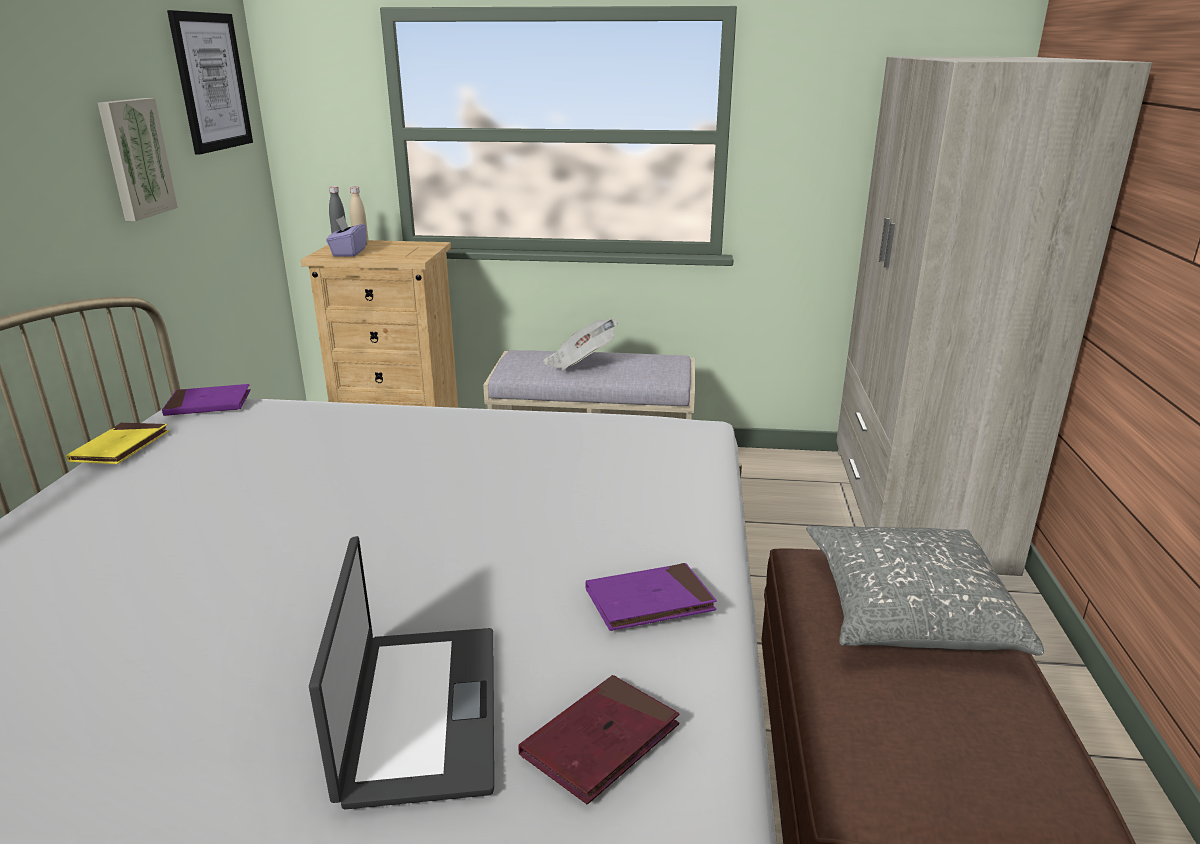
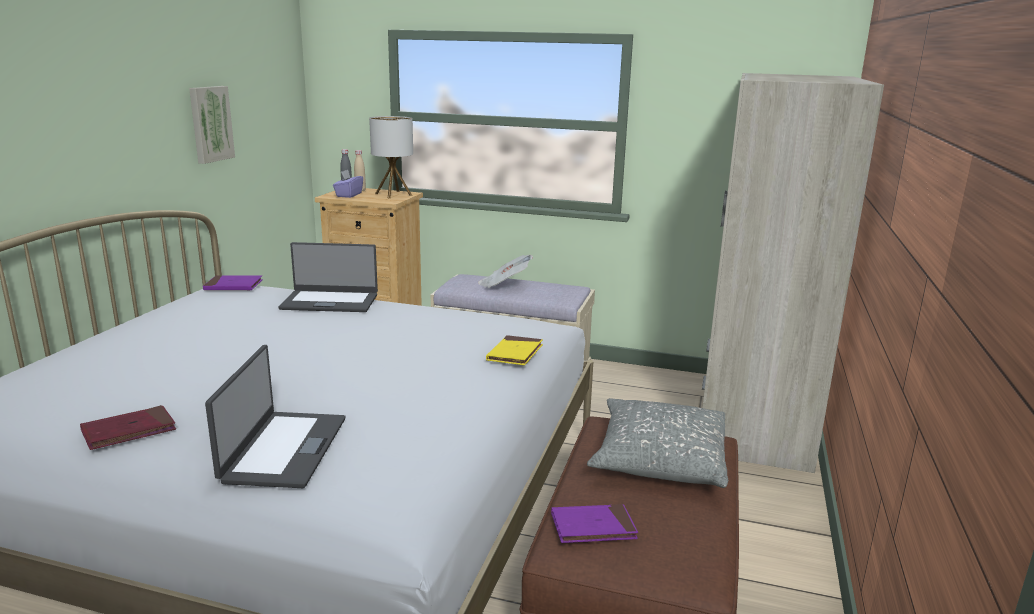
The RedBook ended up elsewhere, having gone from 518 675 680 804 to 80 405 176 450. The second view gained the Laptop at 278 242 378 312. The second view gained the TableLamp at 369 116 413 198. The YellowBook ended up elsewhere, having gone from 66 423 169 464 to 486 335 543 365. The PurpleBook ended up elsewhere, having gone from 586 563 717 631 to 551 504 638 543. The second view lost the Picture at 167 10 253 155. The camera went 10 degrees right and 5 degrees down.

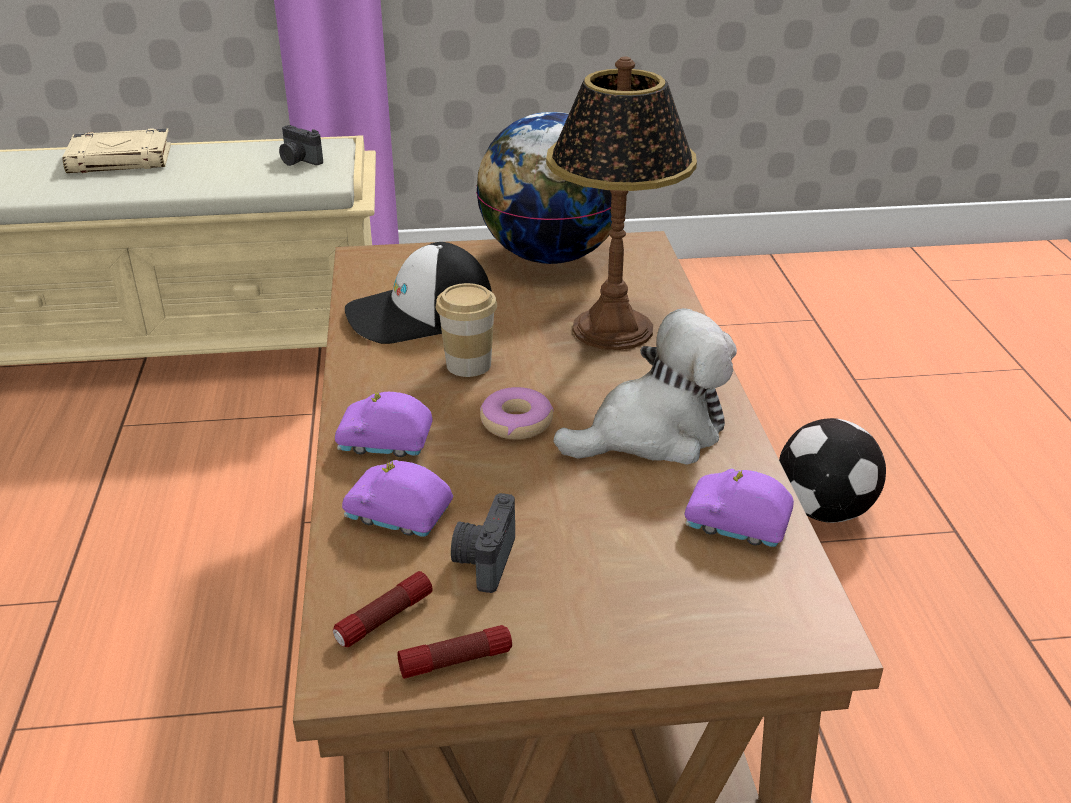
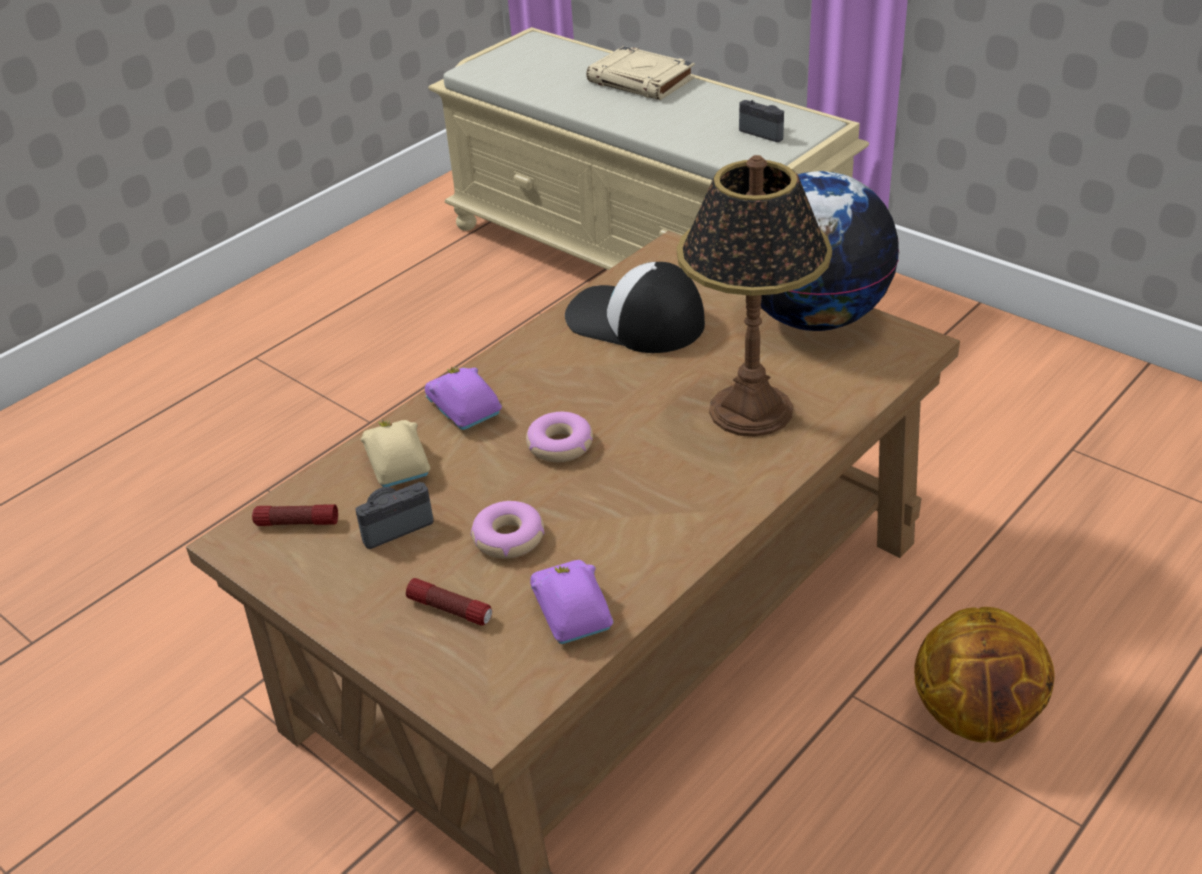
What was the PurpleToyCar at 342 460 453 537 turned into the BeigeToyCar at 361 420 430 487. The Flashlight ended up elsewhere, having gone from 397 625 512 679 to 406 578 492 626. The second view gained the Donut at 471 501 545 559. The PhotoCamera at 279 125 323 166 ended up facing another way, 135 degrees clockwise from before. Where the Football stood at 779 418 886 523, the Basketball came to stand at 914 607 1055 743. The second view lost the Cup at 436 283 497 377. The second view lost the PlushToy at 553 308 737 465. The camera went 50 degrees right and 5 degrees up.

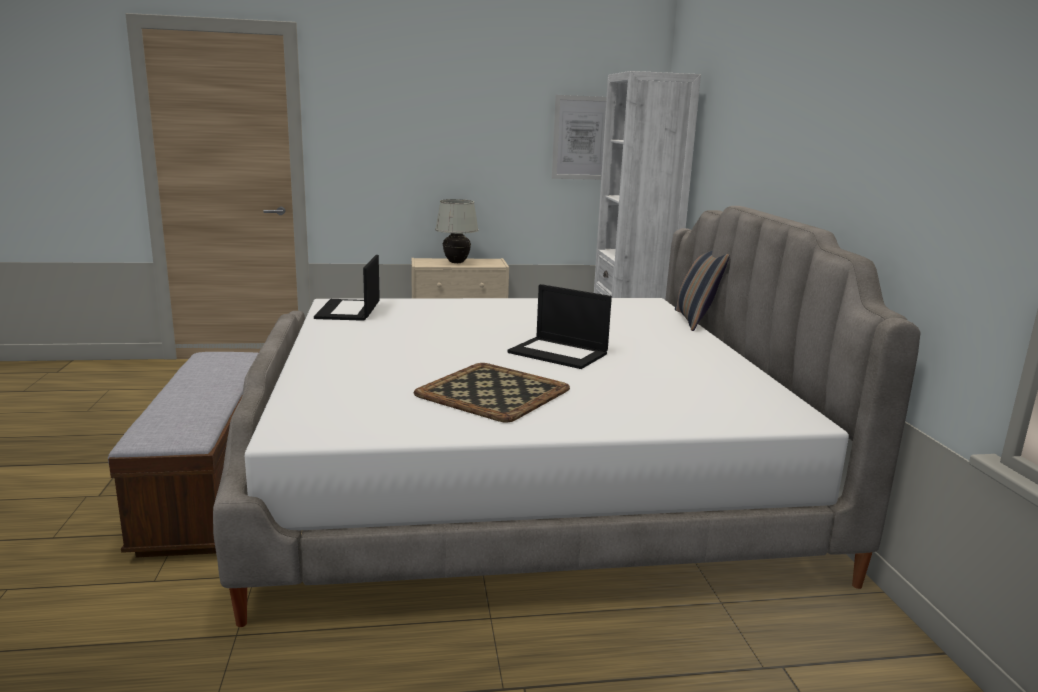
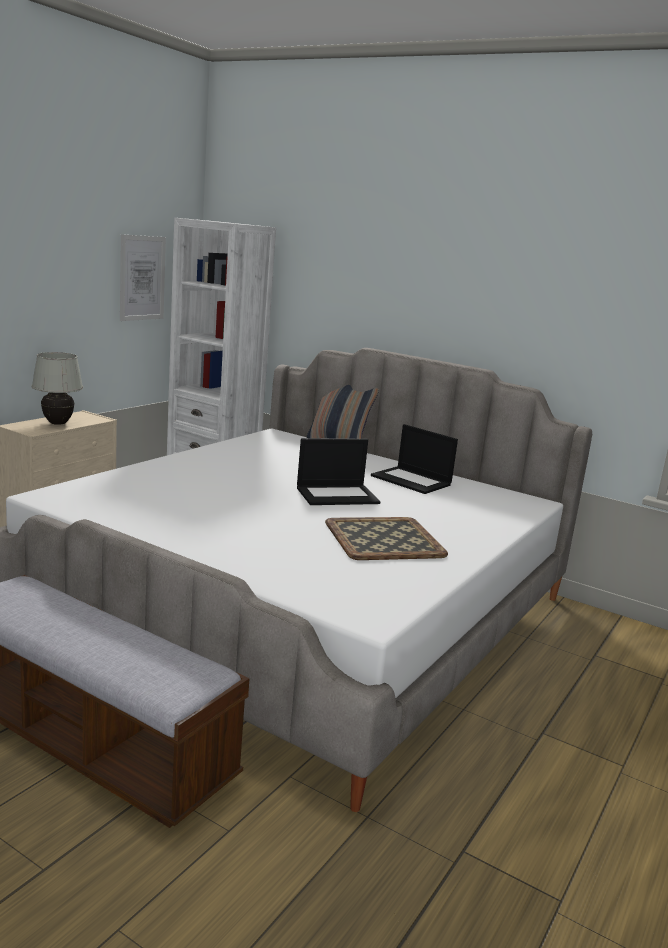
The Laptop ended up elsewhere, having gone from 314 255 380 321 to 371 424 458 494. The camera went 50 degrees left and 0 degrees up.

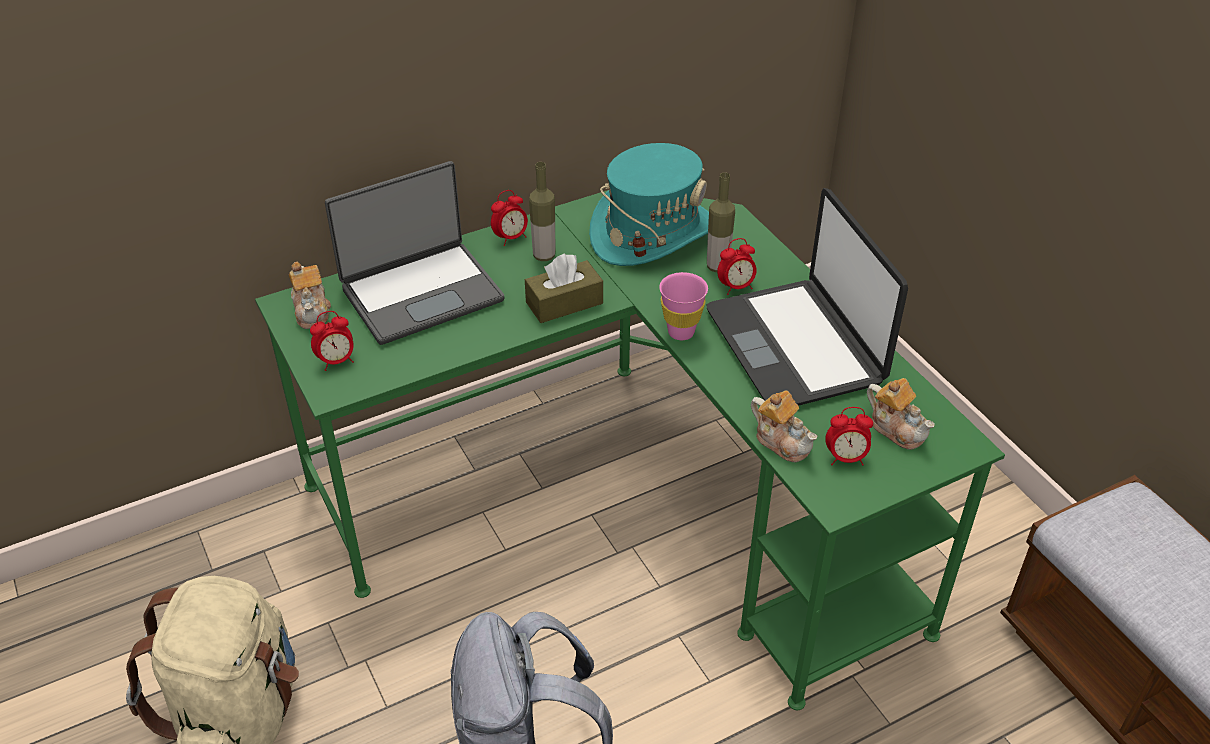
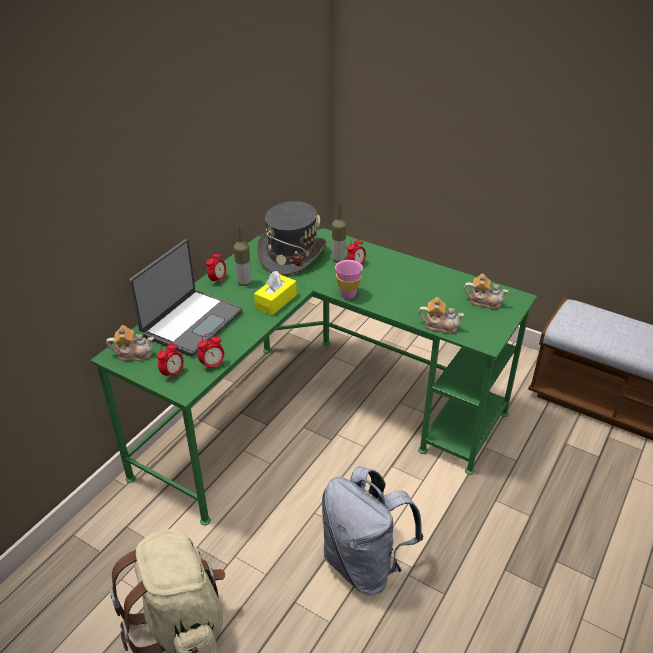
The Teapot at 289 262 331 329 ended up facing another way, 45 degrees counterclockwise from before. The AlarmClock ended up elsewhere, having gone from 825 407 873 466 to 197 333 224 370. What was the BrownTissueBox at 525 254 603 323 turned into the YellowTissueBox at 254 271 297 315. What was the TurquoiseHat at 589 143 709 266 turned into the GreyHat at 257 201 327 276. The second view lost the Laptop at 707 188 908 406. The camera went 30 degrees left and 5 degrees down.

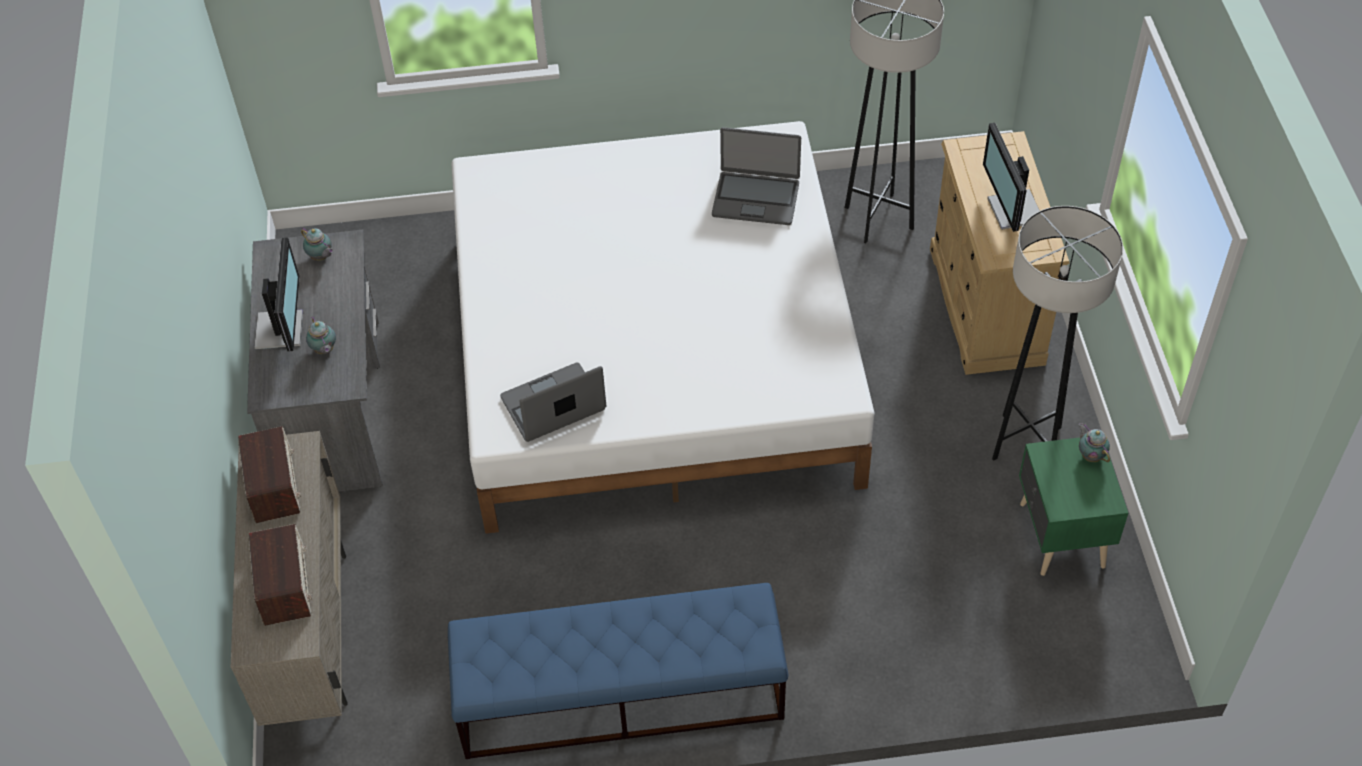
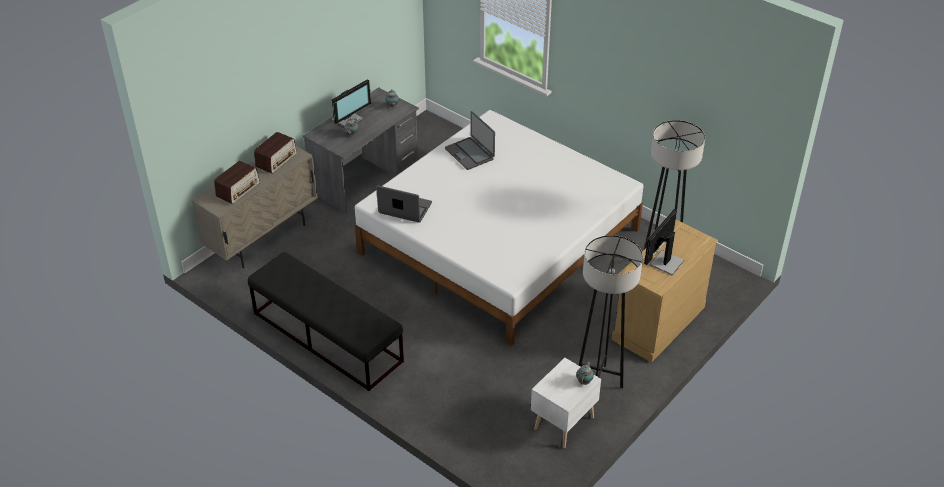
What was the BlueBench at 448 583 789 759 turned into the BlackBench at 248 252 404 391. The Laptop ended up elsewhere, having gone from 712 127 801 225 to 445 111 495 170. What was the GreenNightstand at 1019 438 1128 576 turned into the WhiteNightstand at 531 358 601 448. The camera went 45 degrees right and 10 degrees down.

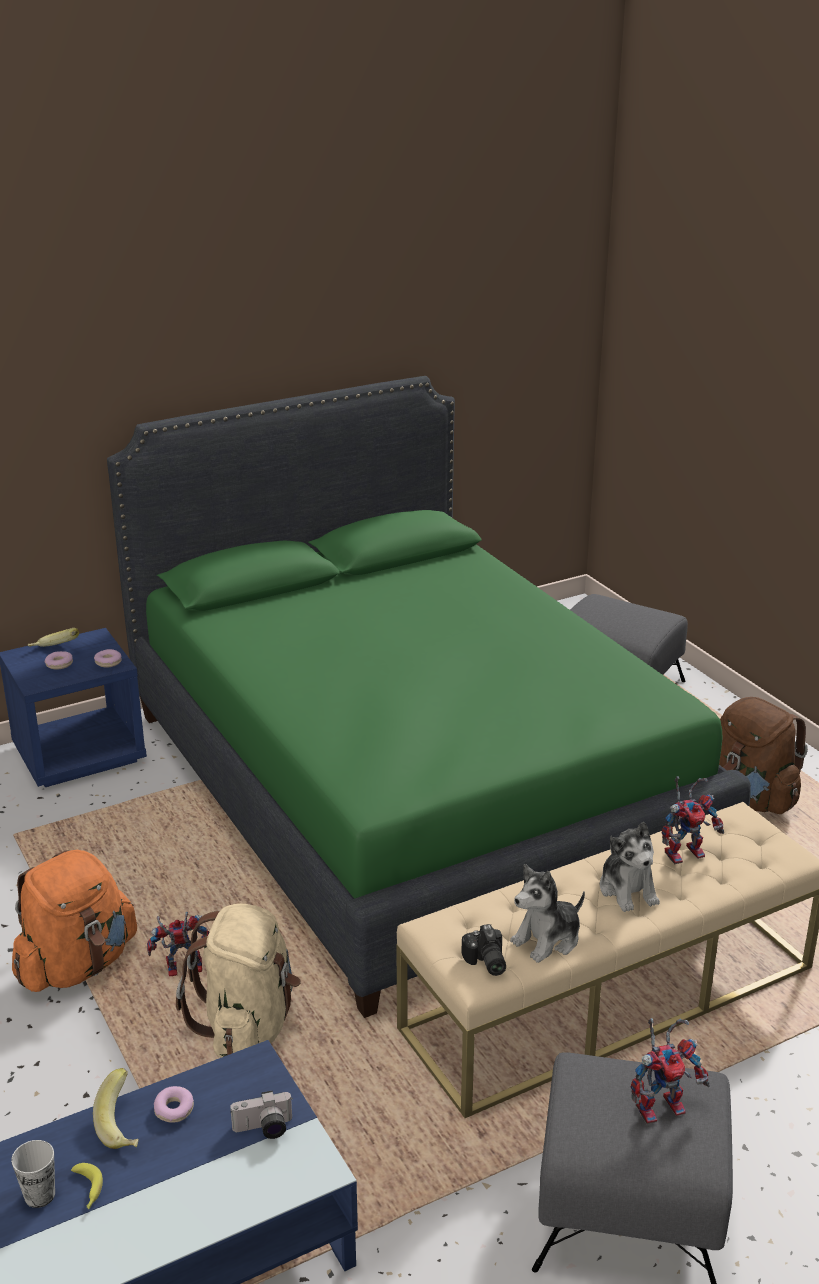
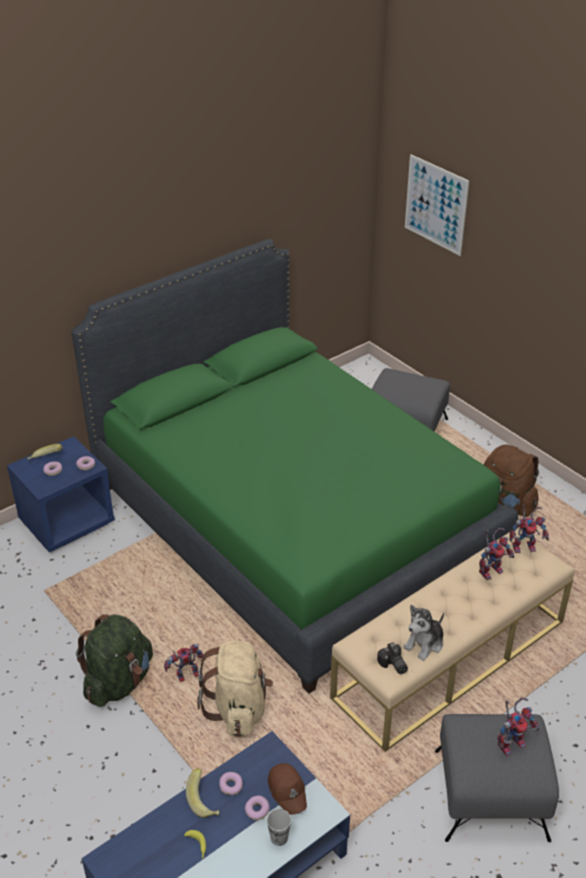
What was the OrangeBackpack at 12 850 137 992 turned into the GreenBackpack at 76 614 153 707. The second view gained the Donut at 245 795 269 820. The Cup ended up elsewhere, having gone from 11 1140 55 1208 to 267 809 291 846. Where the PhotoCamera stood at 230 1091 292 1139, the BrownCap came to stand at 268 763 307 815. The second view gained the Picture at 405 155 469 256. The second view gained the ToyRobot at 509 504 549 553. The second view lost the PlushToy at 600 822 660 912. The camera went 10 degrees left and 10 degrees up.

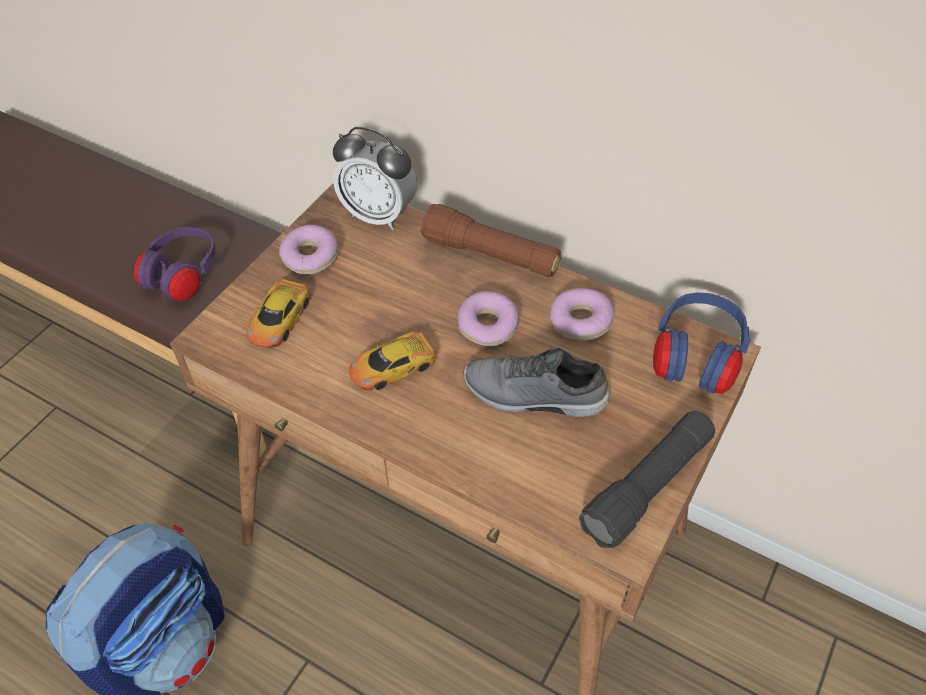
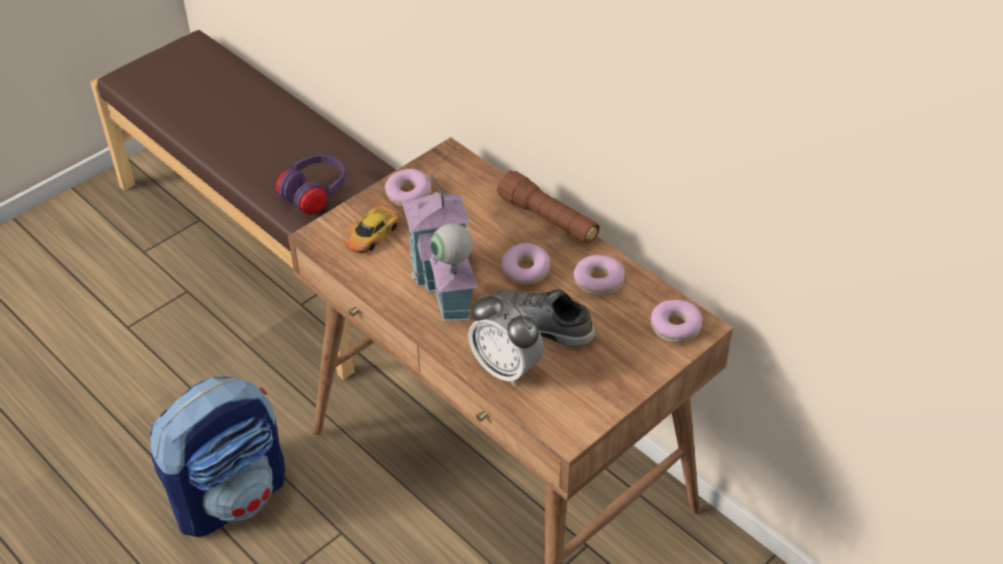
Where the ToyCar stood at 349 325 437 391, the ToyHouse came to stand at 402 168 478 321. The AlarmClock ended up elsewhere, having gone from 333 127 417 230 to 468 294 544 386. Where the BlueHeadphones stood at 653 292 751 394, the Donut came to stand at 651 300 702 343. The second view lost the BlackFlashlight at 579 411 715 548. The camera went 15 degrees right and 5 degrees down.

